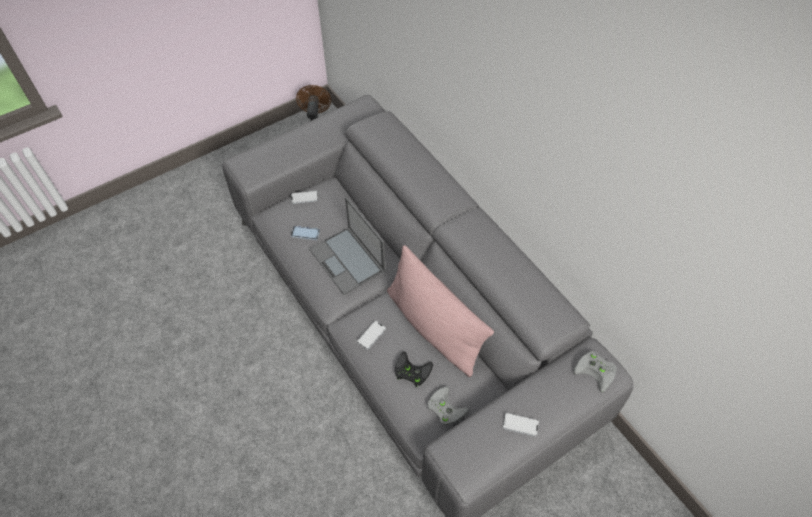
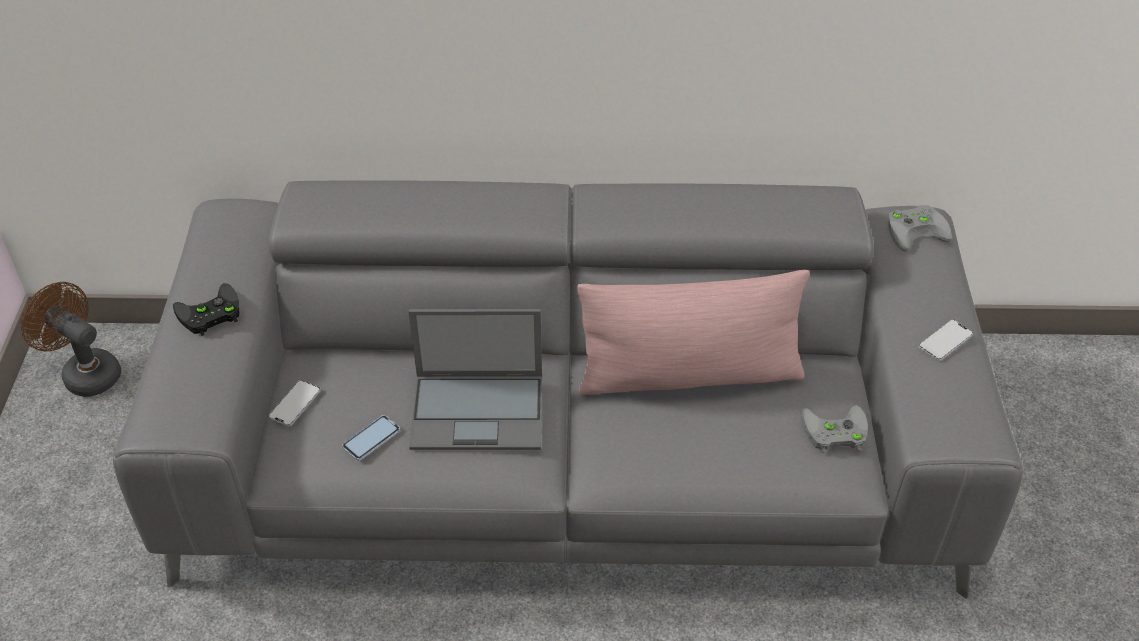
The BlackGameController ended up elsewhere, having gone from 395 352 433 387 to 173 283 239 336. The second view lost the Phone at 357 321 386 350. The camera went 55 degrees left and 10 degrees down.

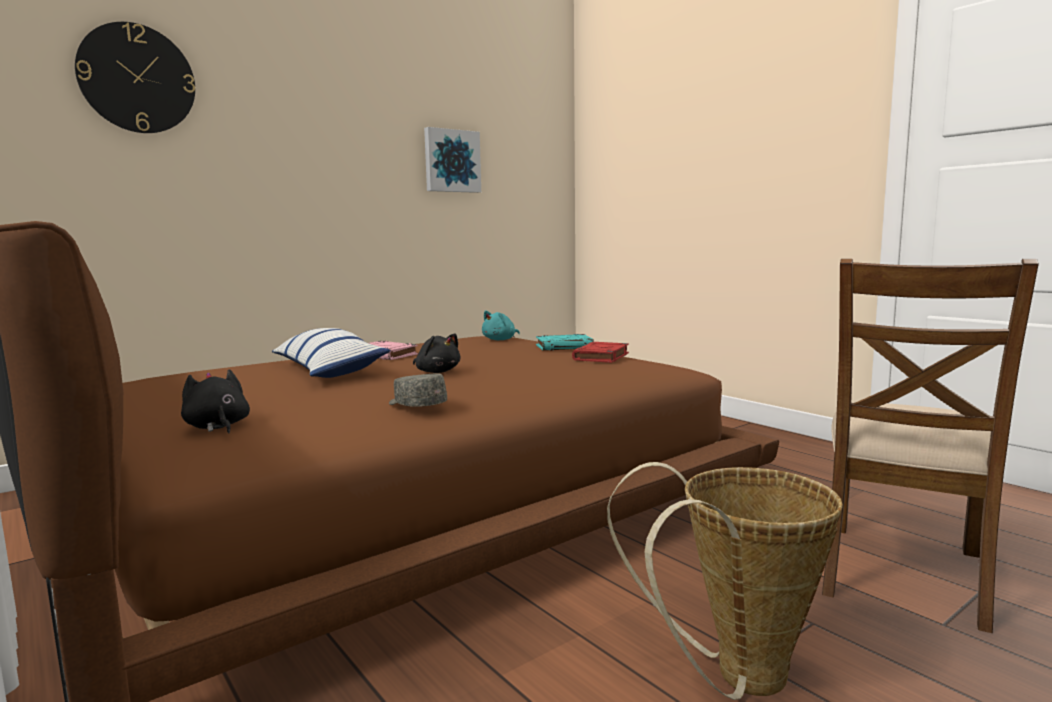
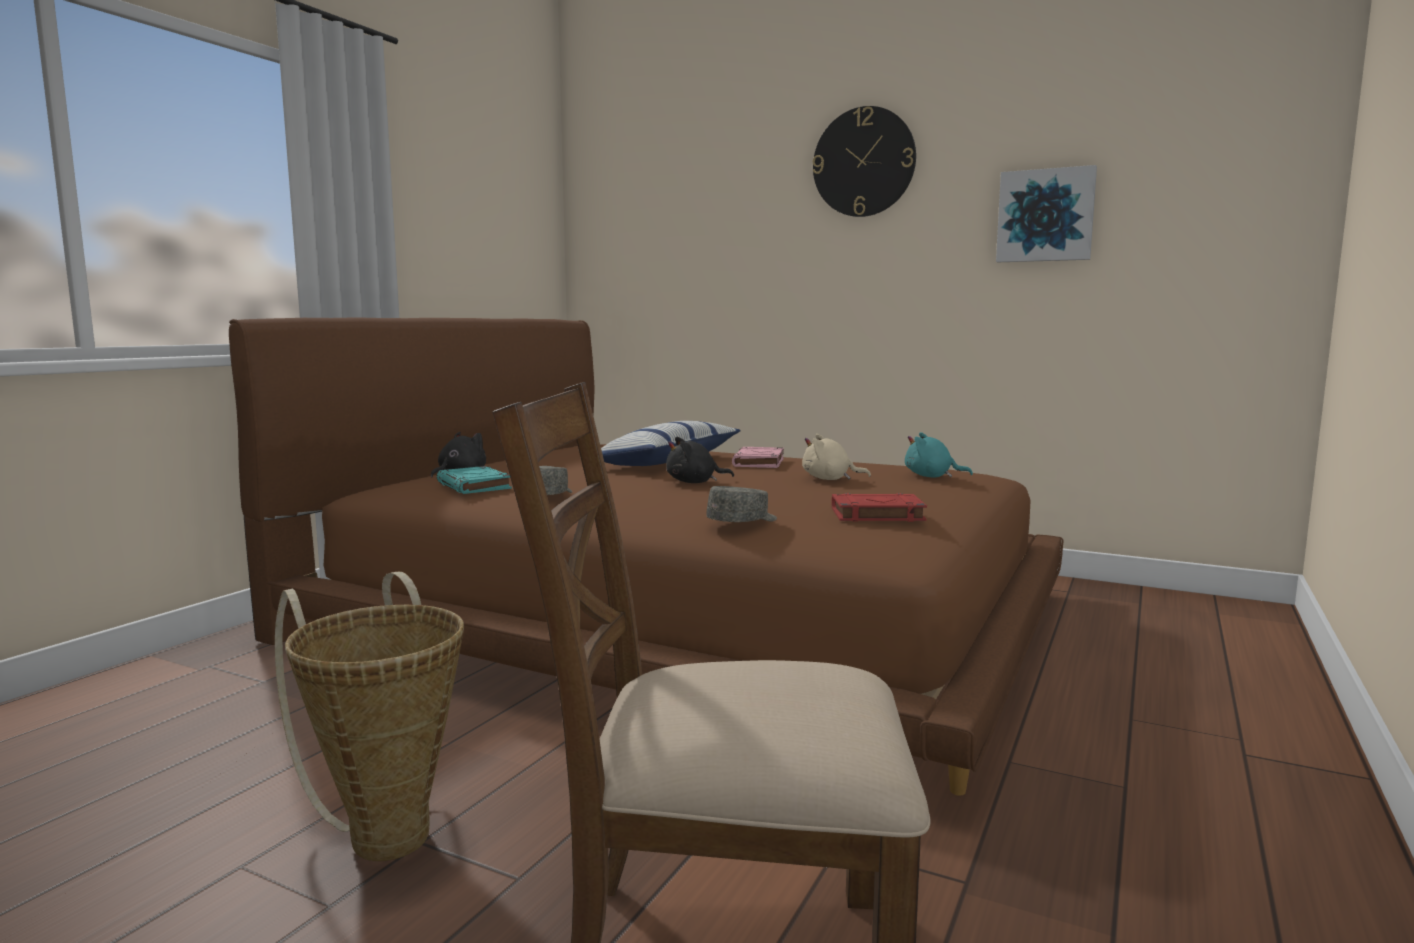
The TurquoiseBook ended up elsewhere, having gone from 536 334 594 351 to 436 466 512 494. The BlackPlushToy at 413 333 461 373 ended up facing another way, 60 degrees clockwise from before. The second view gained the GreyCap at 707 486 777 522. The second view gained the BeigePlushToy at 802 434 871 480. The WallClock ended up elsewhere, having gone from 75 22 195 133 to 813 106 916 217. The camera went 65 degrees right and 0 degrees up.

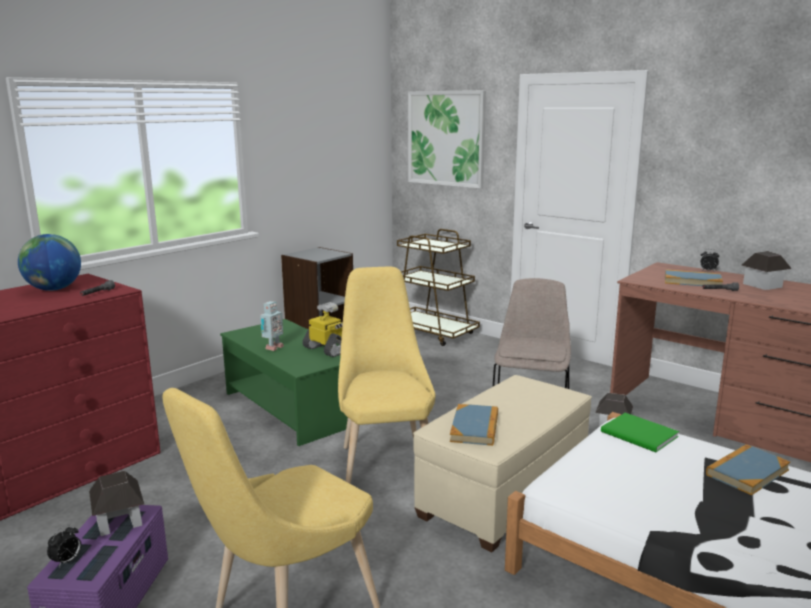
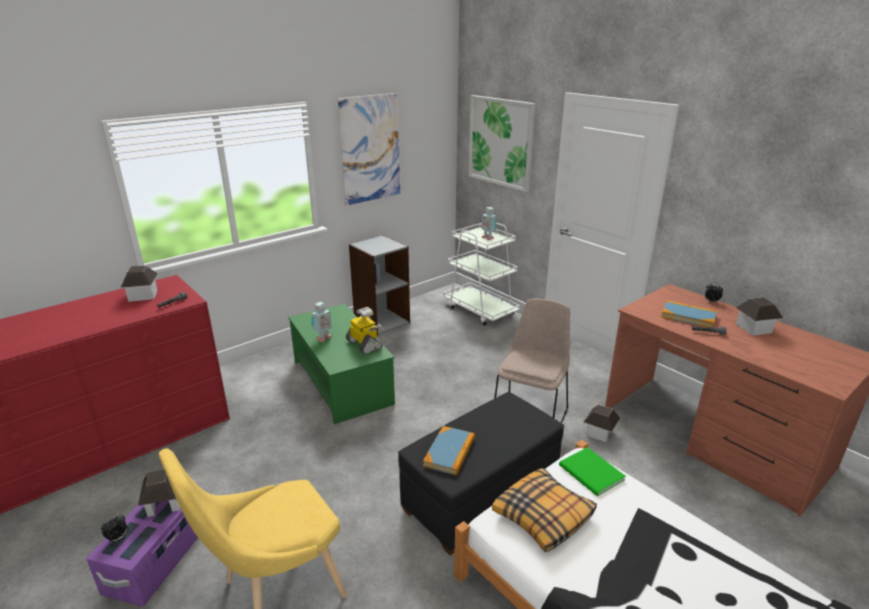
Where the Globe stood at 18 234 81 291, the ToyHouse came to stand at 121 266 157 302. The second view gained the Picture at 338 93 400 206. What was the BeigeOttoman at 413 375 592 552 turned into the BlackOttoman at 398 392 564 555. What was the BrownCart at 397 229 480 346 turned into the WhiteCart at 444 223 520 326. The second view gained the ToyRobot at 482 207 497 240. The second view gained the Pillow at 492 468 597 552. The second view lost the YellowChair at 338 267 436 484. The second view lost the Book at 706 444 790 495. The camera went 10 degrees right and 10 degrees up.

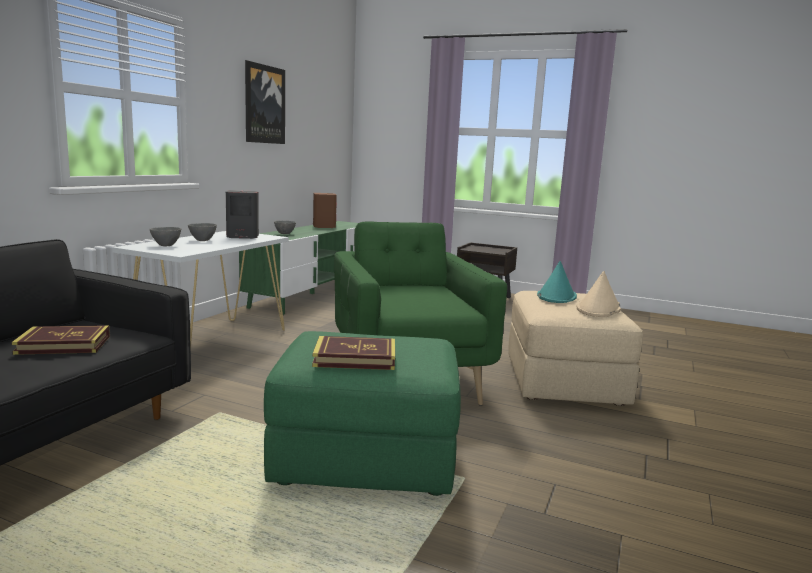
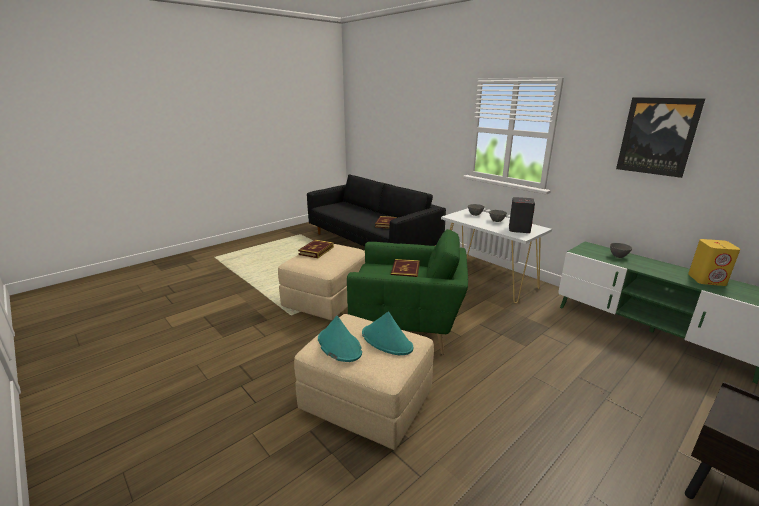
What was the GreenOttoman at 264 331 461 496 turned into the BeigeOttoman at 278 244 365 320. What was the BeigeHat at 577 271 621 317 turned into the TurquoiseHat at 318 316 362 362. The second view gained the Book at 391 259 420 277. What was the BrownSpeaker at 313 193 337 228 turned into the YellowSpeaker at 688 239 740 286. The camera went 115 degrees right and 10 degrees up.

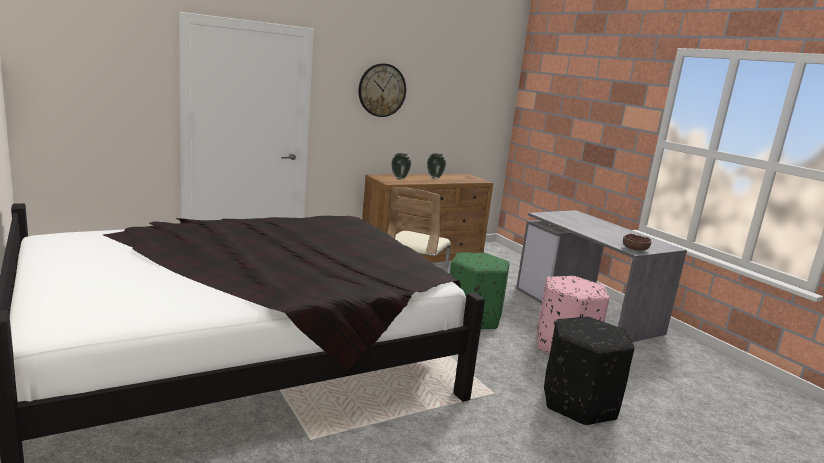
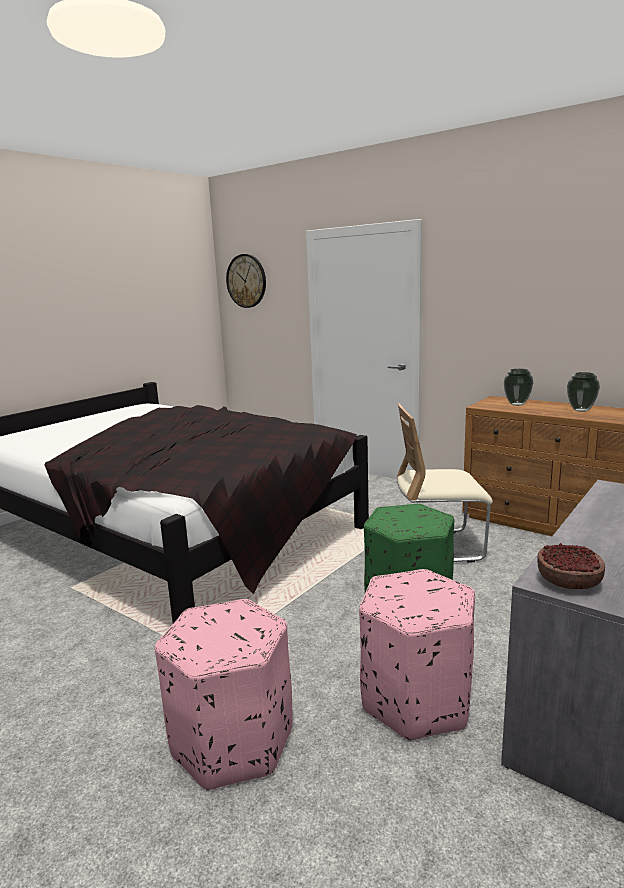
What was the BlackOttoman at 544 317 634 426 turned into the PinkOttoman at 155 599 292 791. The WallClock ended up elsewhere, having gone from 358 63 406 117 to 226 254 266 308. The camera went 70 degrees right and 0 degrees up.

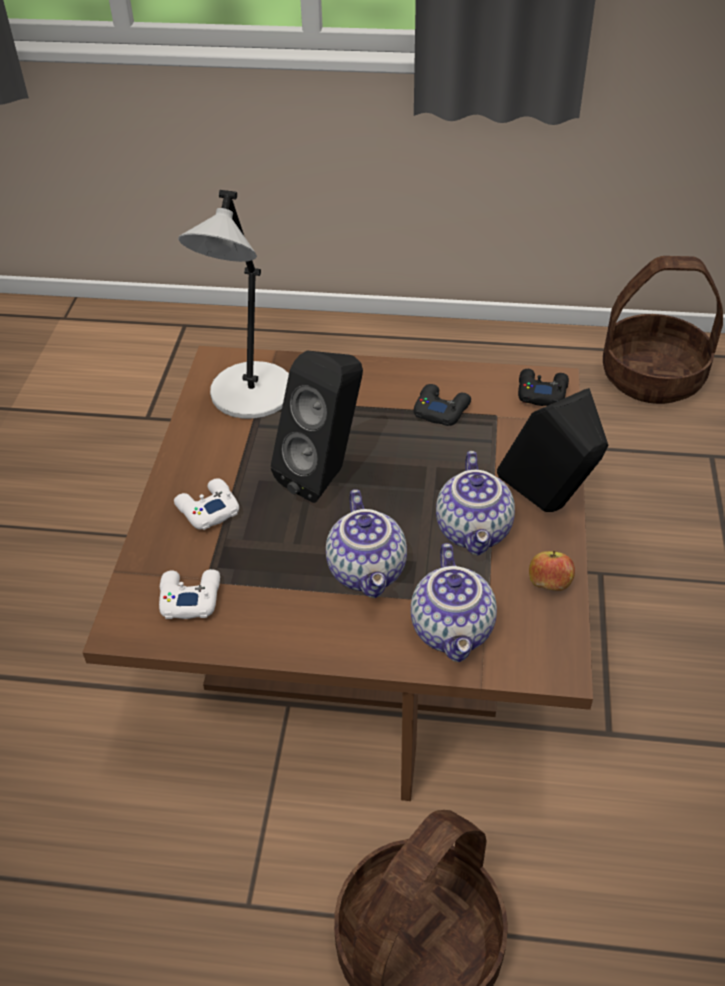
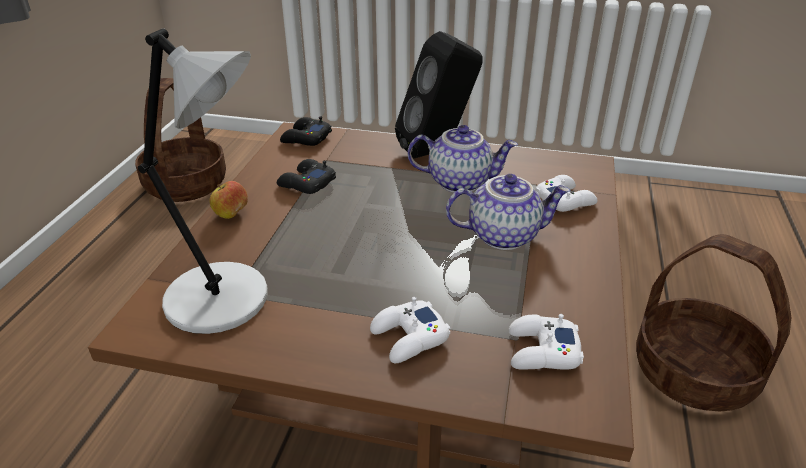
The Apple ended up elsewhere, having gone from 529 550 575 591 to 210 181 248 219. Where the Teapot stood at 411 543 497 662, the WhiteGameController came to stand at 536 175 598 212. The second view lost the BlackSpeaker at 271 351 363 503. The camera went 85 degrees left and 10 degrees down.

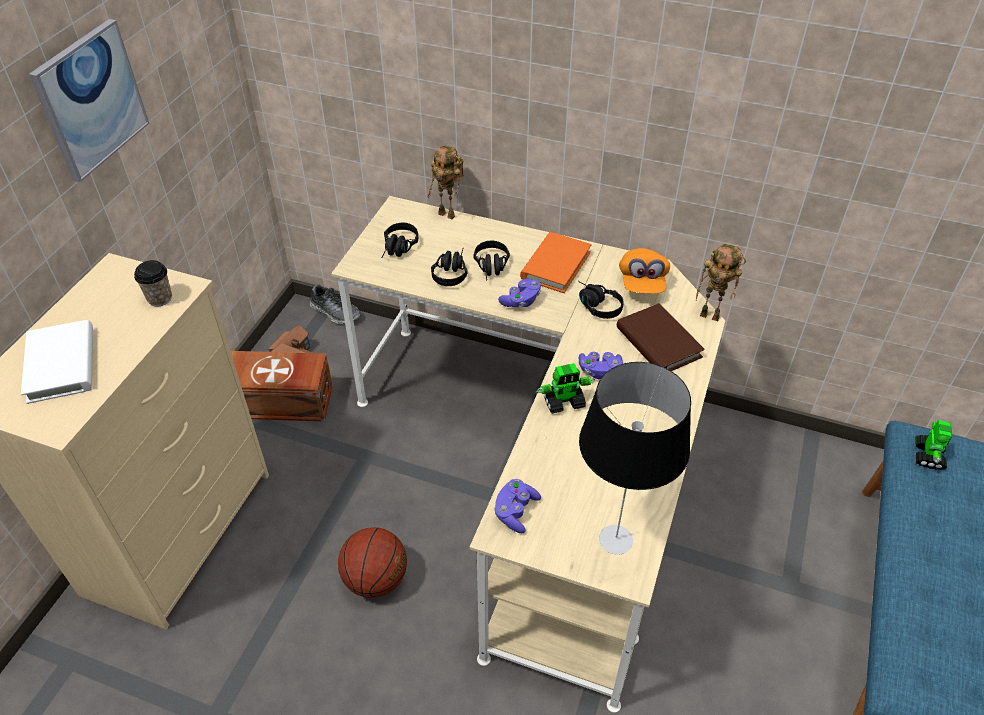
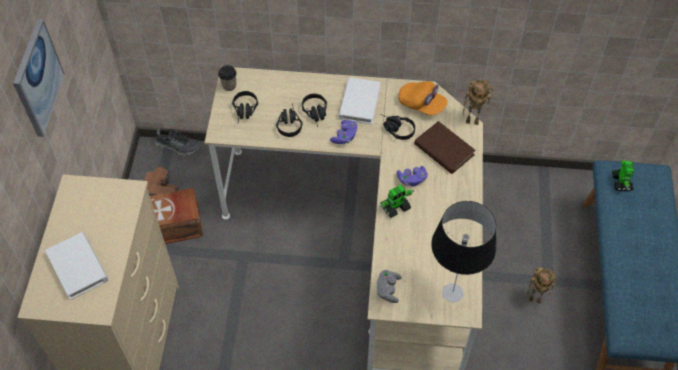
The Cup ended up elsewhere, having gone from 134 260 172 307 to 218 65 237 91. What was the OrangeBook at 520 232 592 293 turned into the WhiteBook at 339 77 381 124. What was the PurpleGameController at 494 479 541 533 turned into the GreyGameController at 376 270 402 303. The OrangeCap at 619 248 670 294 ended up facing another way, 45 degrees counterclockwise from before. The ToyRobot ended up elsewhere, having gone from 428 146 464 219 to 527 268 558 304. The second view lost the Basketball at 338 527 407 598. The camera went 15 degrees left and 10 degrees up.

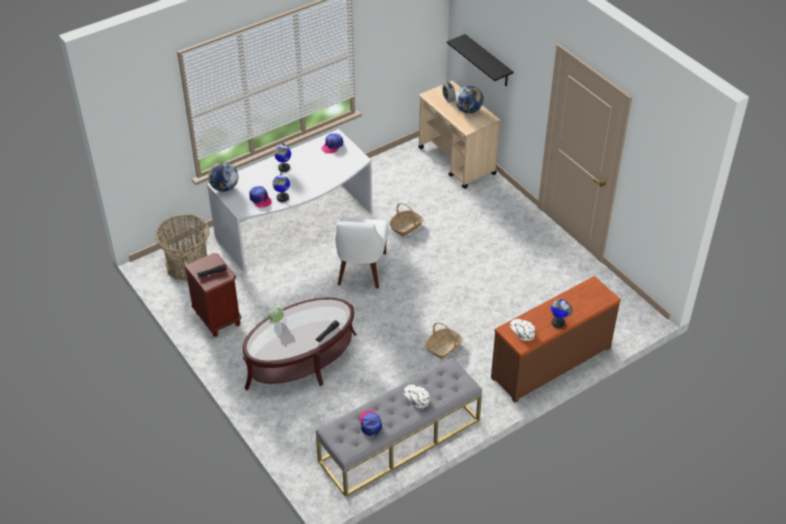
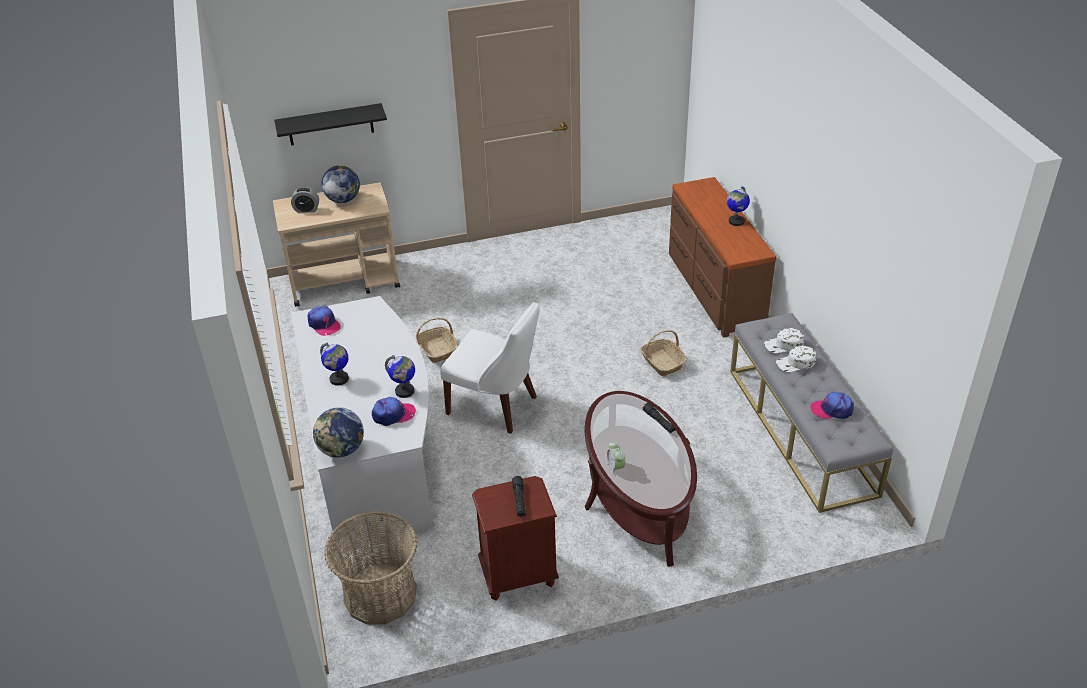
The WhiteCap ended up elsewhere, having gone from 510 319 535 341 to 764 328 804 353. The camera went 70 degrees left and 5 degrees down.

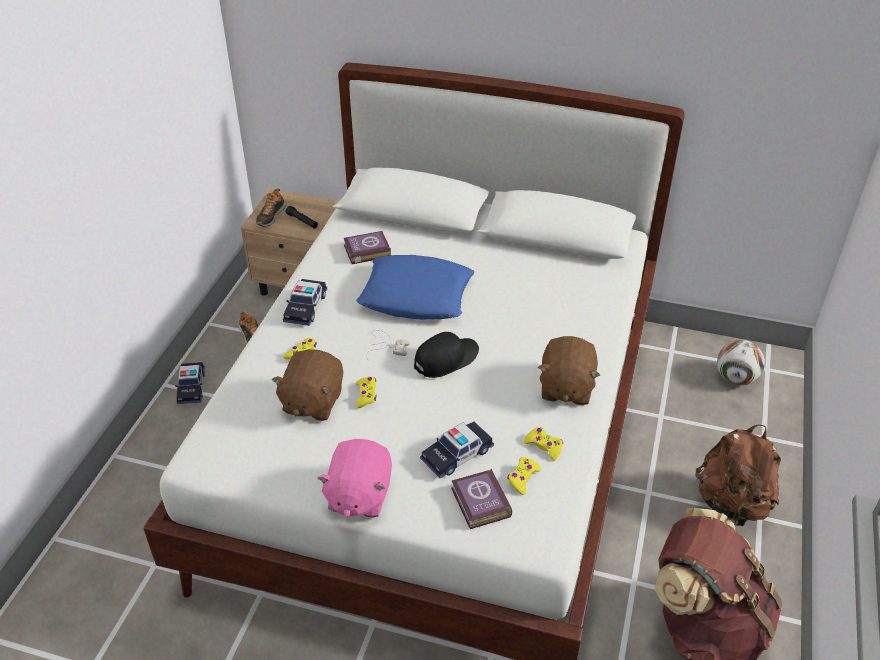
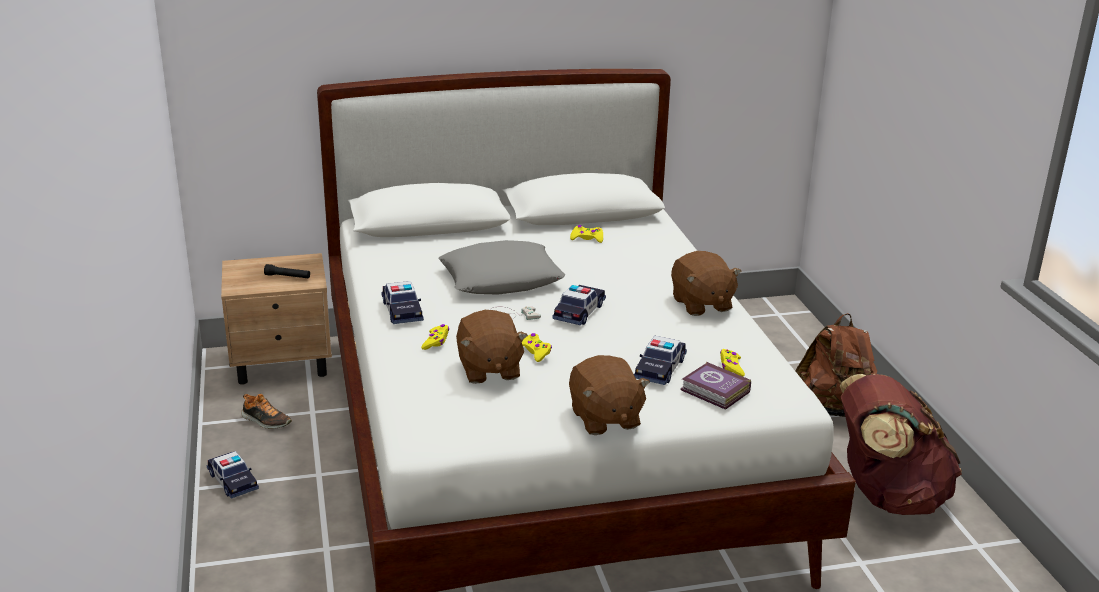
What was the BluePillow at 357 255 474 320 turned into the GreyPillow at 438 240 565 295. Where the BlackCap stood at 414 332 479 378, the ToyCar came to stand at 552 285 606 325. What was the PinkPlushToy at 317 439 392 518 turned into the BrownPlushToy at 569 355 650 435. The YellowGameController ended up elsewhere, having gone from 523 427 563 461 to 570 225 603 243. The second view lost the Shoe at 256 189 287 226. The second view lost the Book at 344 231 391 264. The second view lost the Football at 717 340 765 385. The camera went 30 degrees left and 15 degrees down.

